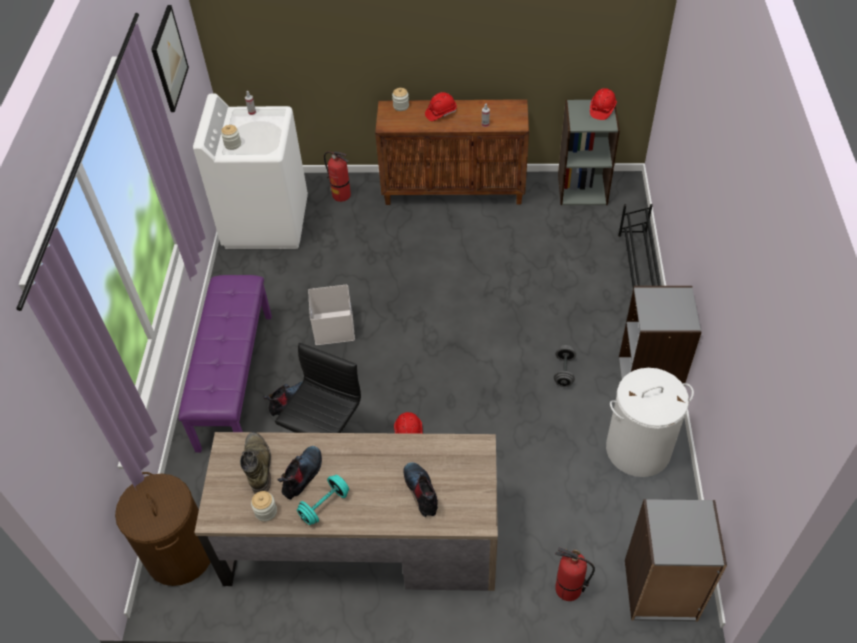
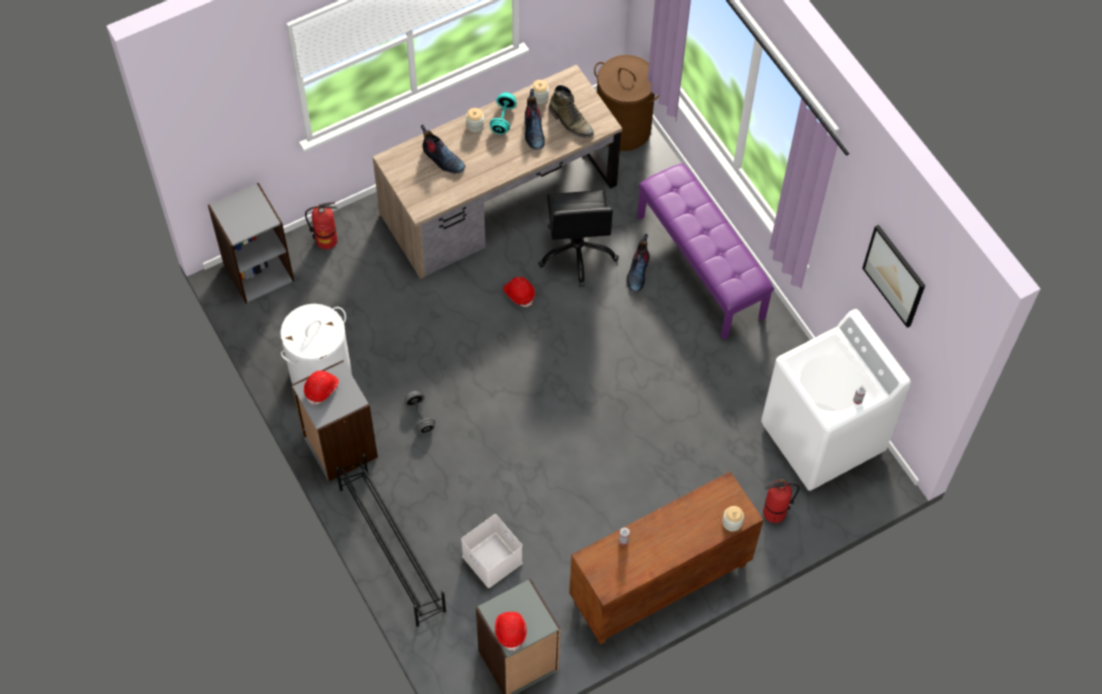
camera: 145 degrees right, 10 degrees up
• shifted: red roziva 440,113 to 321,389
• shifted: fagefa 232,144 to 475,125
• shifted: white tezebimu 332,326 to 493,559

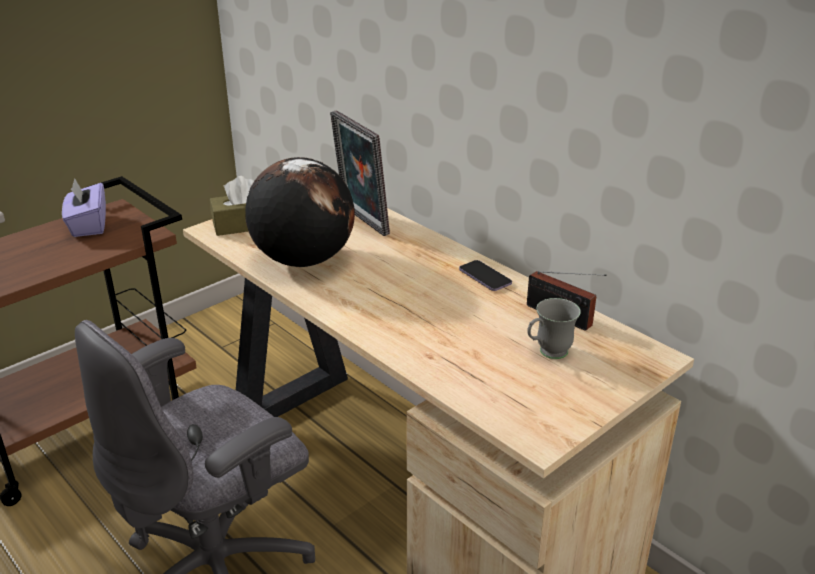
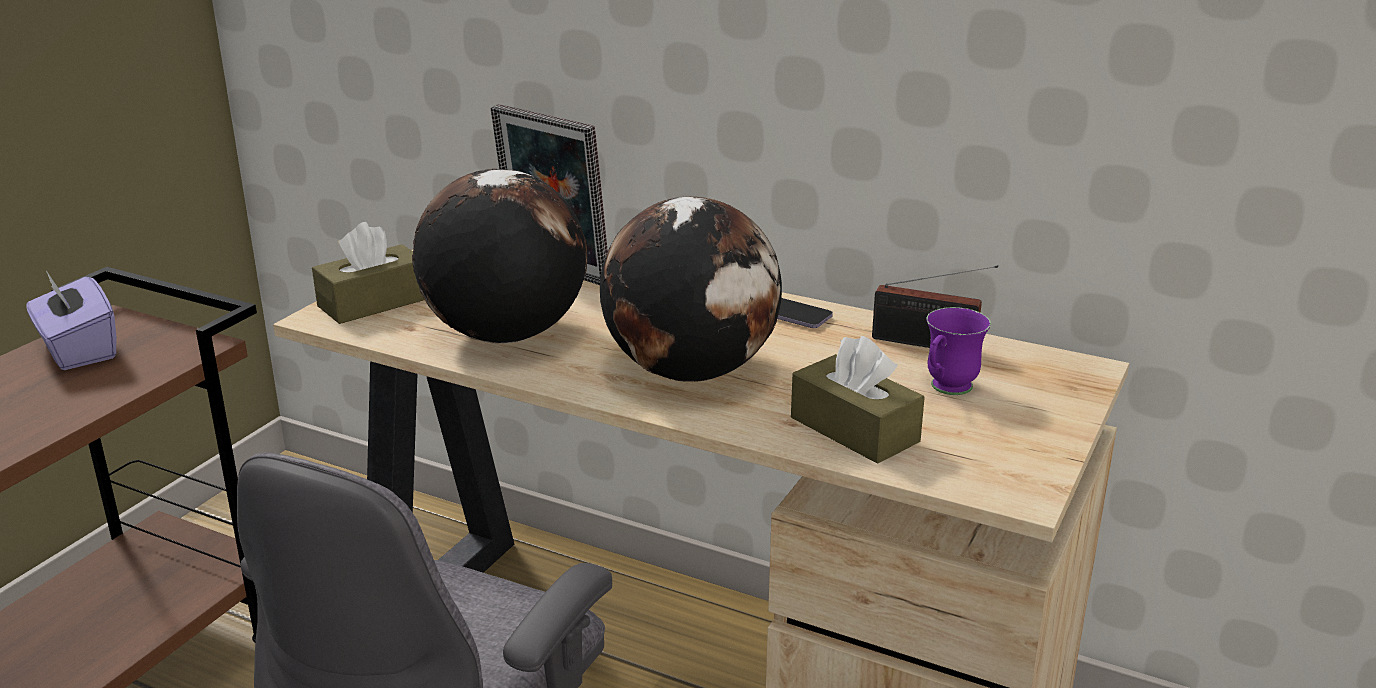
camera: 20 degrees left, 5 degrees down
• repainted: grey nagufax 547,354 to purple nagufax 946,390
• new: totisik 691,371
• new: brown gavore 854,430

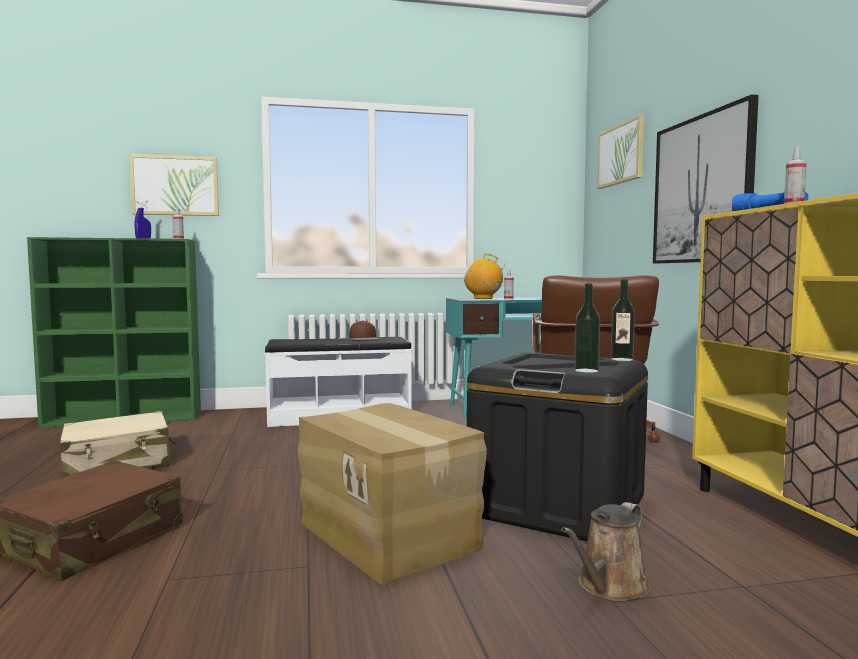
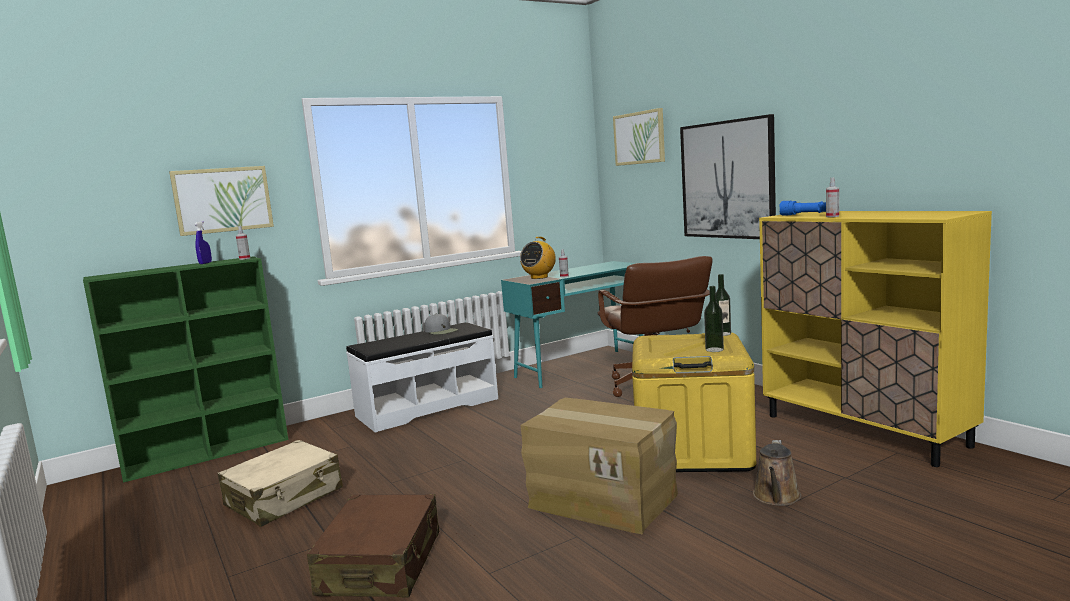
camera: 20 degrees left, 5 degrees up
• rotated: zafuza 483,298 = 539,277 60 degrees counterclockwise
• repainted: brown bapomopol 364,339 to grey bapomopol 441,331
• repainted: black tezebimu 557,505 to yellow tezebimu 692,450

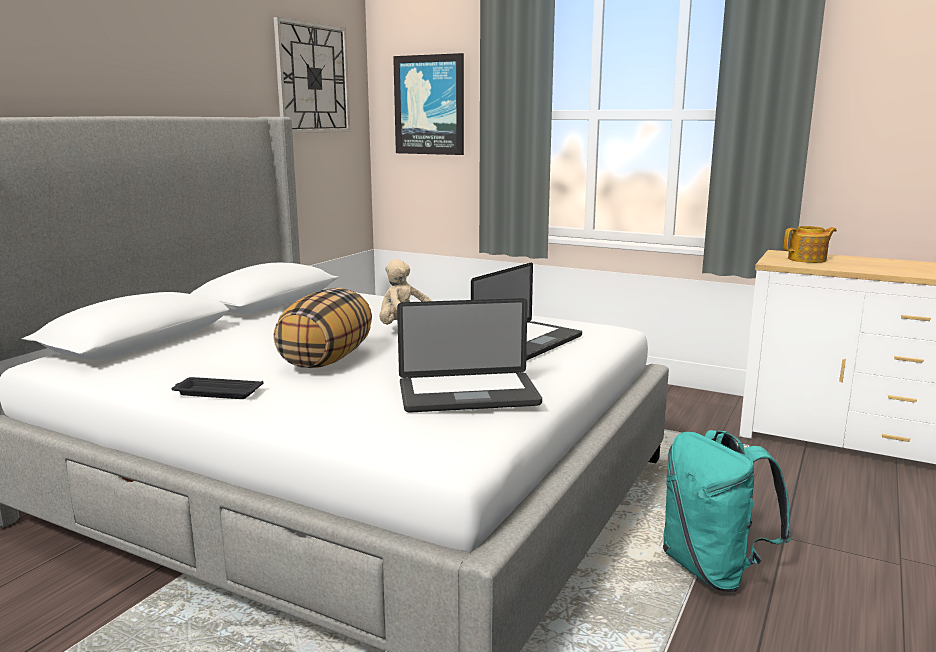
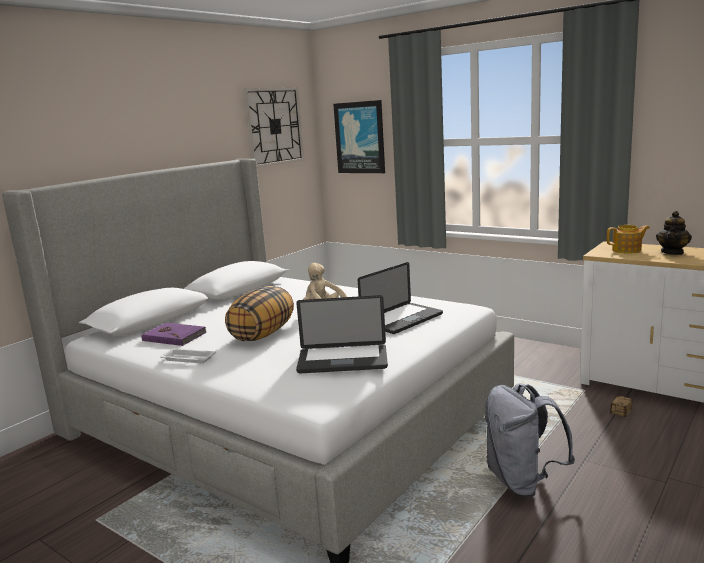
camera: 10 degrees right, 0 degrees up
• repainted: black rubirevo 216,393 to white rubirevo 187,359
• repainted: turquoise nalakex 713,570 to grey nalakex 522,482
• new: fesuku 672,252
• new: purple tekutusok 174,336
• new: tezebimu 616,417

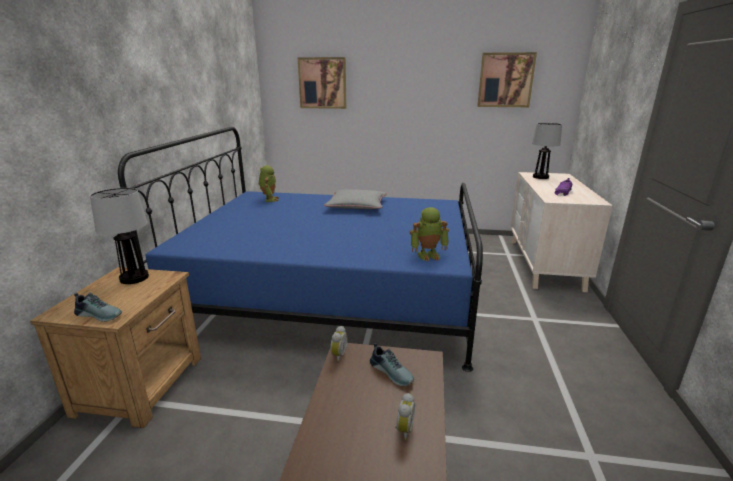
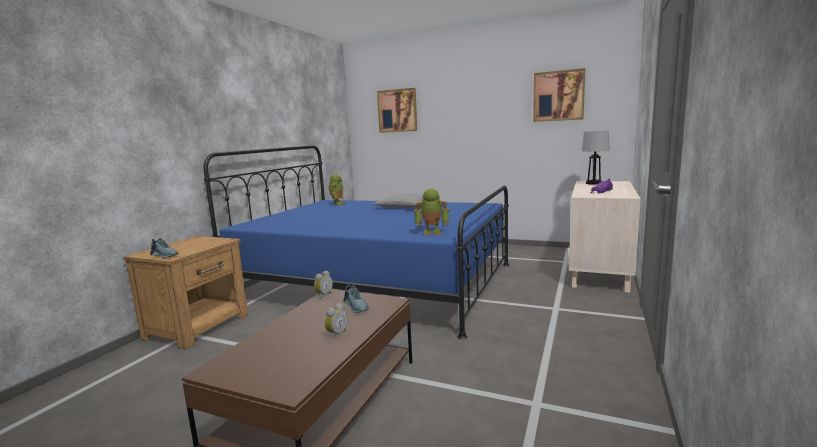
camera: 15 degrees right, 10 degrees down
• gone: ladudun 135,278

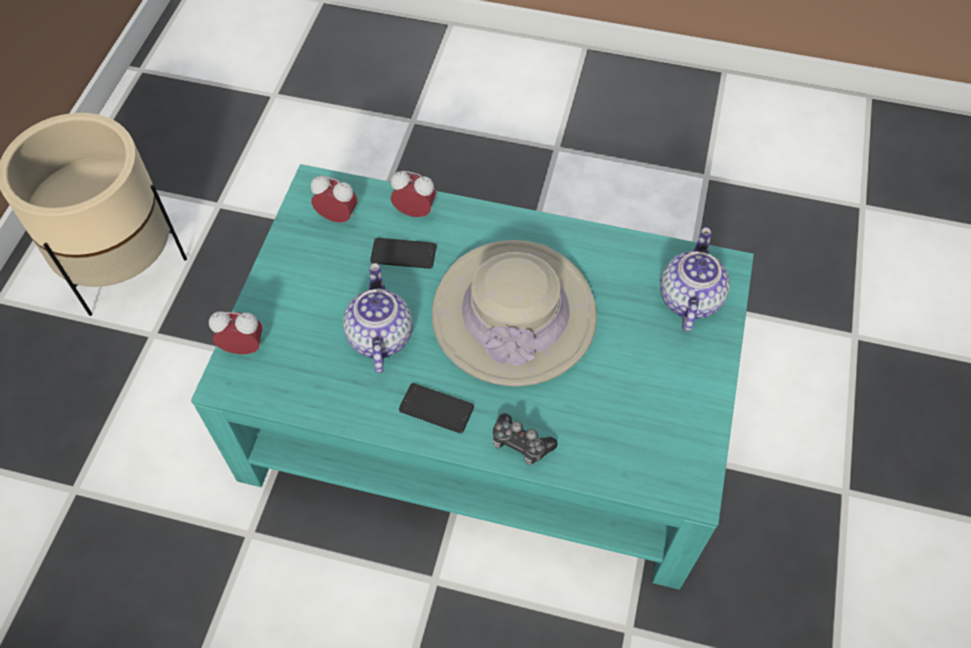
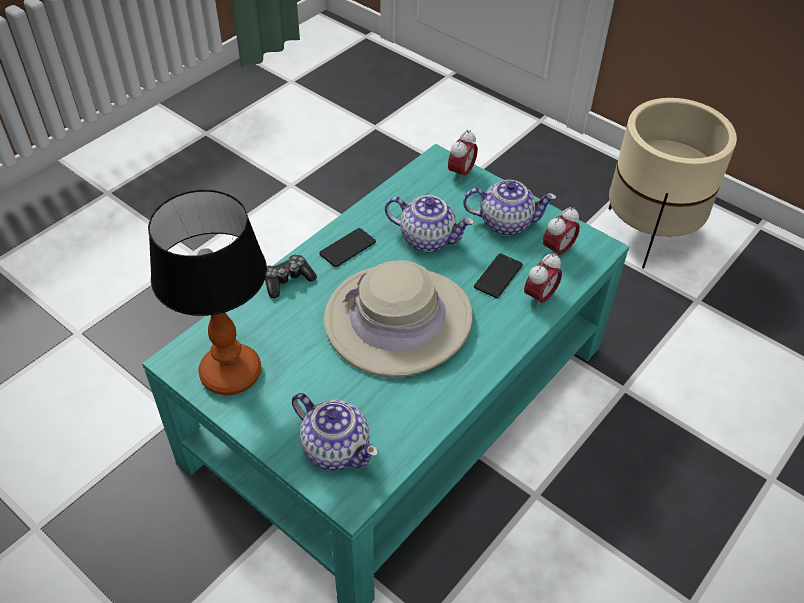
camera: 115 degrees right, 10 degrees down
• new: fesuku 505,222
• new: ladudun 232,374

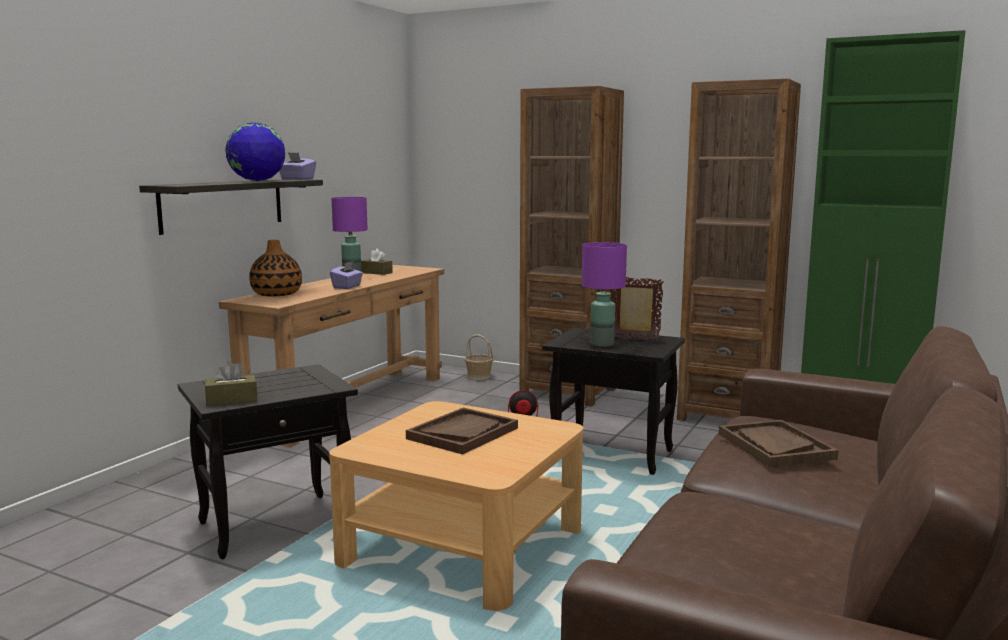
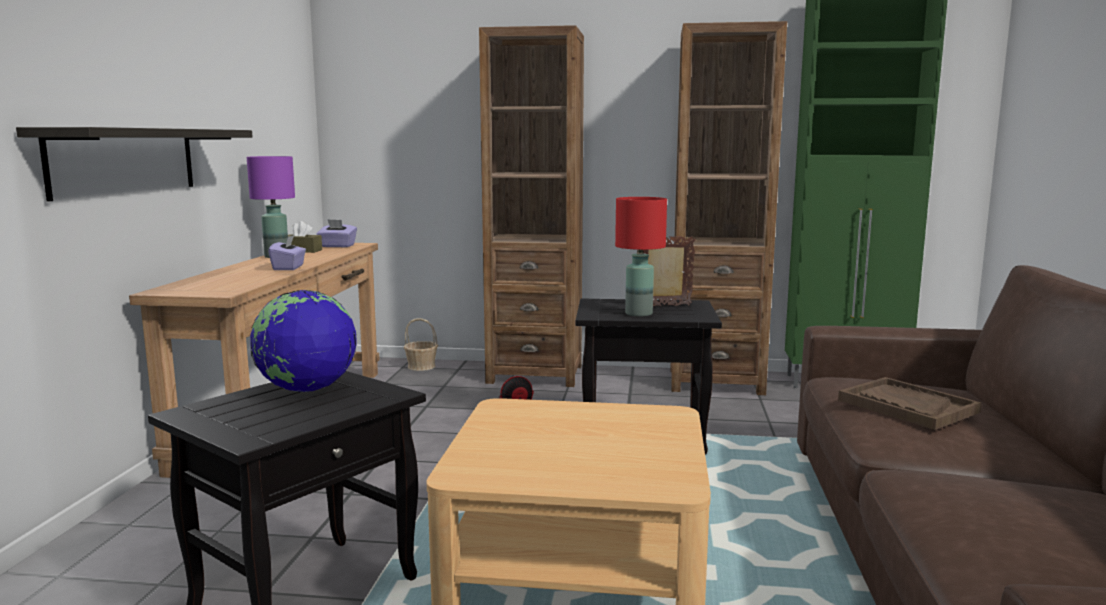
camera: 20 degrees left, 0 degrees up
• shifted: totisik 257,181 to 307,389
• shifted: purple gavore 297,179 to 337,246
• gone: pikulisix 276,294
• repainted: purple ladudun 602,344 to red ladudun 639,313
• gone: brown gavore 231,400
• gone: brown rubirevo 462,433

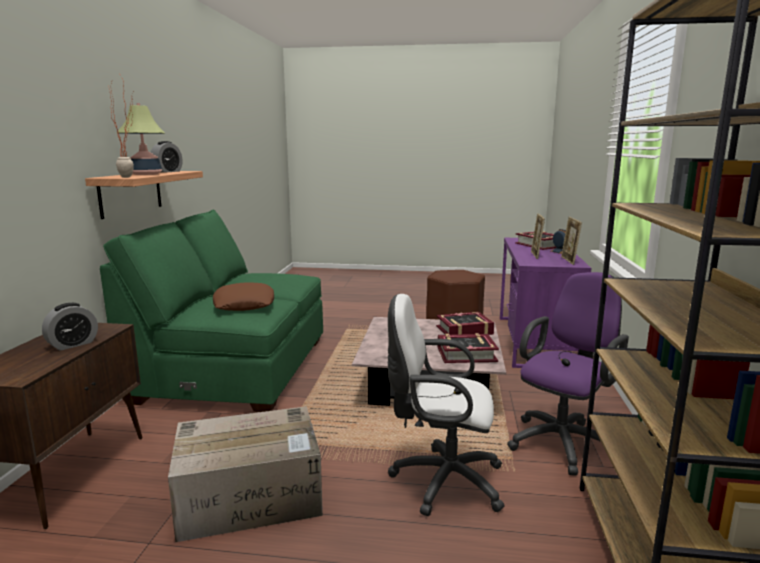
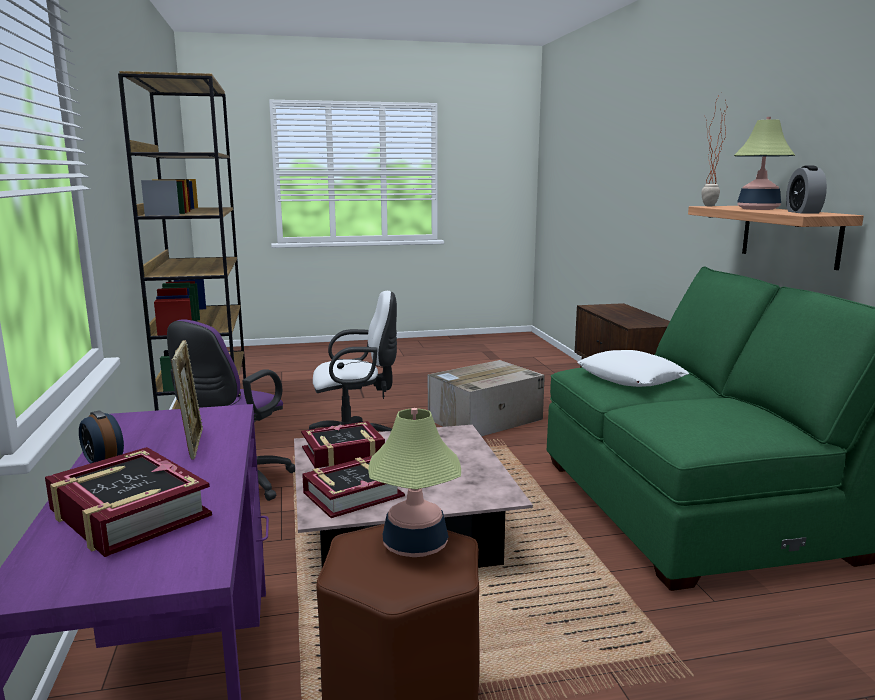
camera: 160 degrees right, 0 degrees up
• gone: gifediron 569,261
• repainted: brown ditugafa 244,304 to white ditugafa 630,378
• gone: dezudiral 73,344
• new: ladudun 415,545

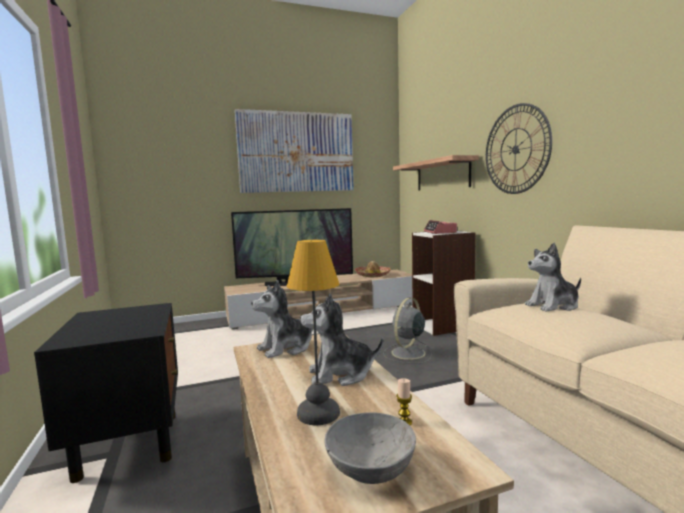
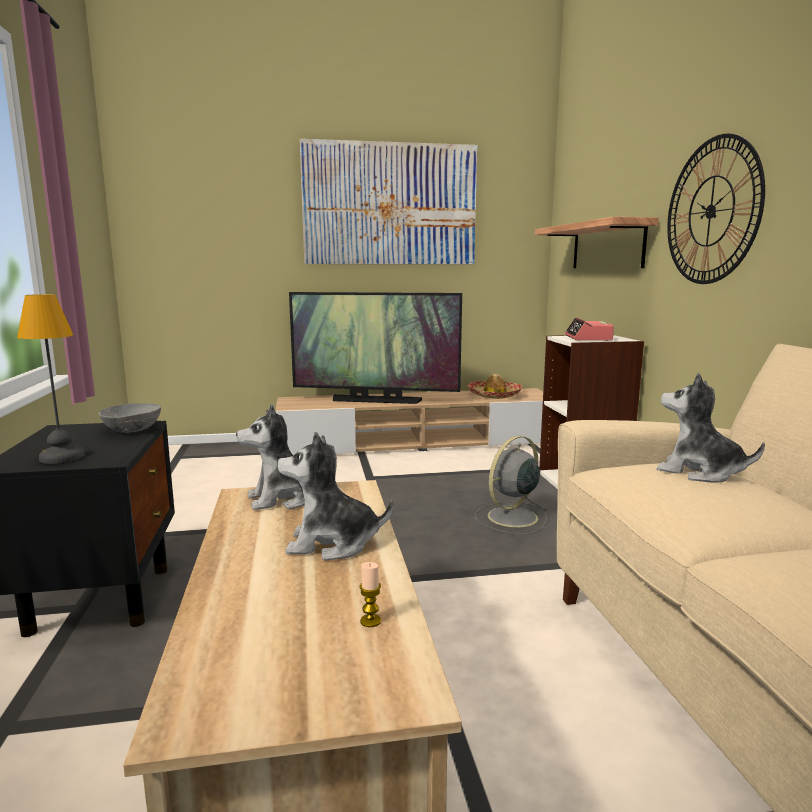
camera: 10 degrees right, 5 degrees up
• shifted: ladudun 318,414 to 61,457
• rotated: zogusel 553,306 = 699,472 45 degrees clockwise
• shifted: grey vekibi 371,466 to 133,429

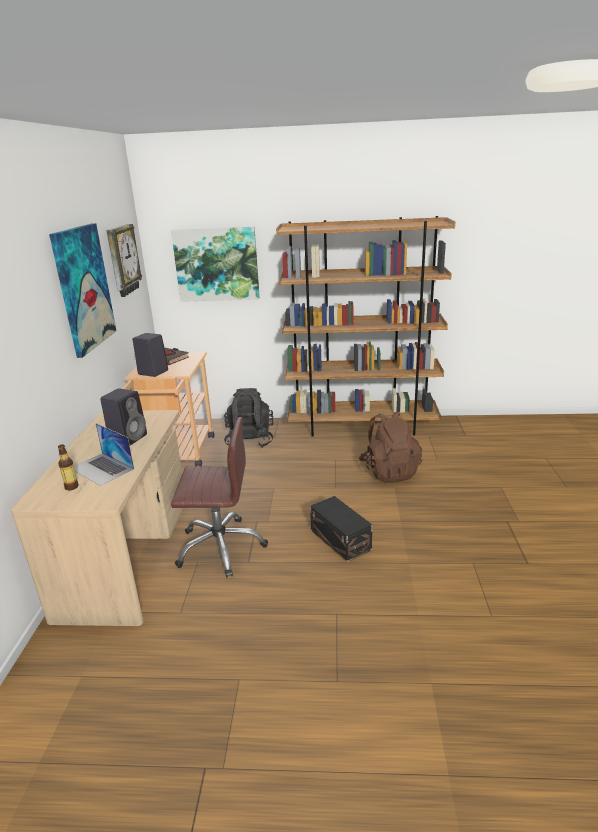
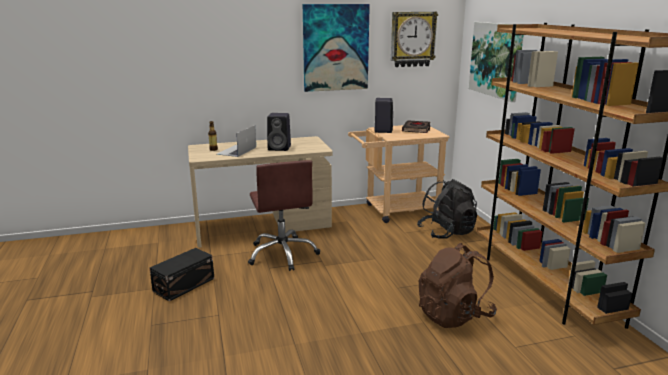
camera: 70 degrees right, 5 degrees down
• shifted: black tezebimu 340,539 to 185,285

